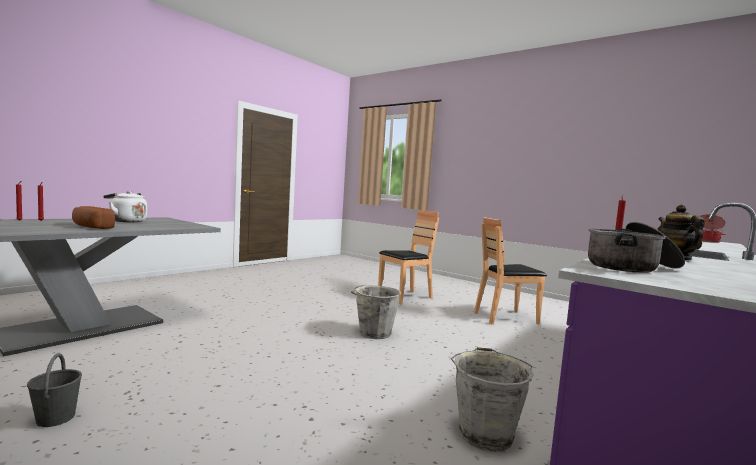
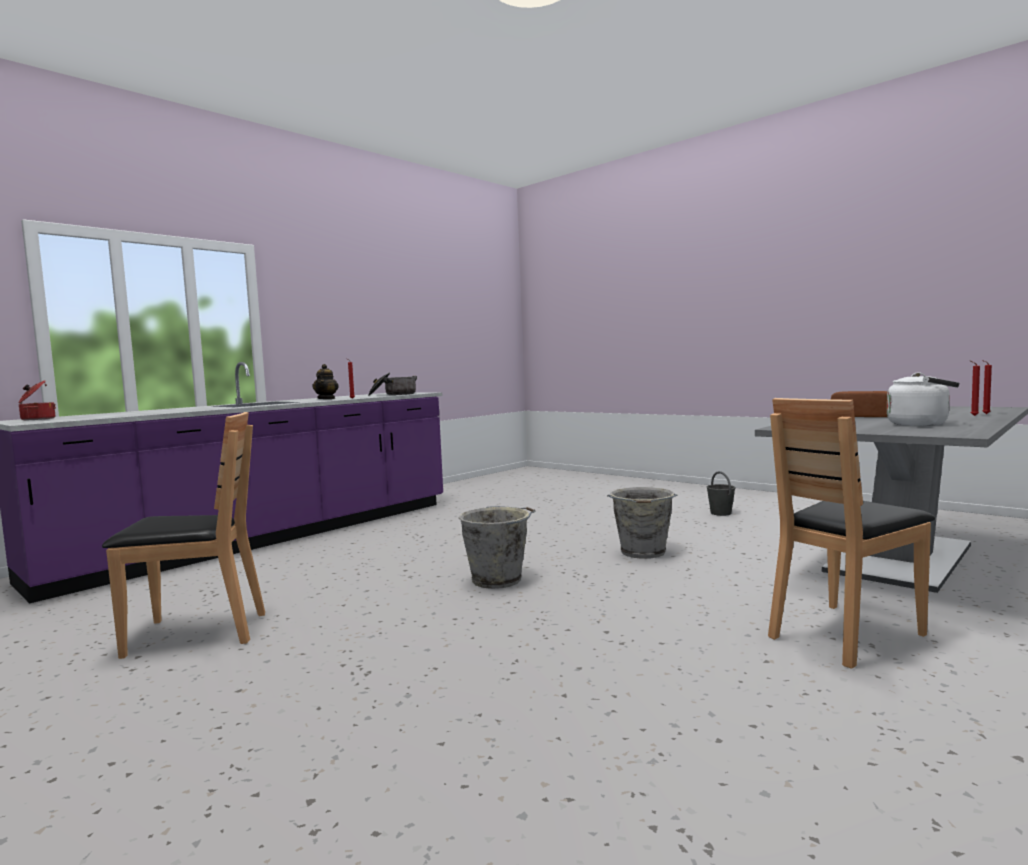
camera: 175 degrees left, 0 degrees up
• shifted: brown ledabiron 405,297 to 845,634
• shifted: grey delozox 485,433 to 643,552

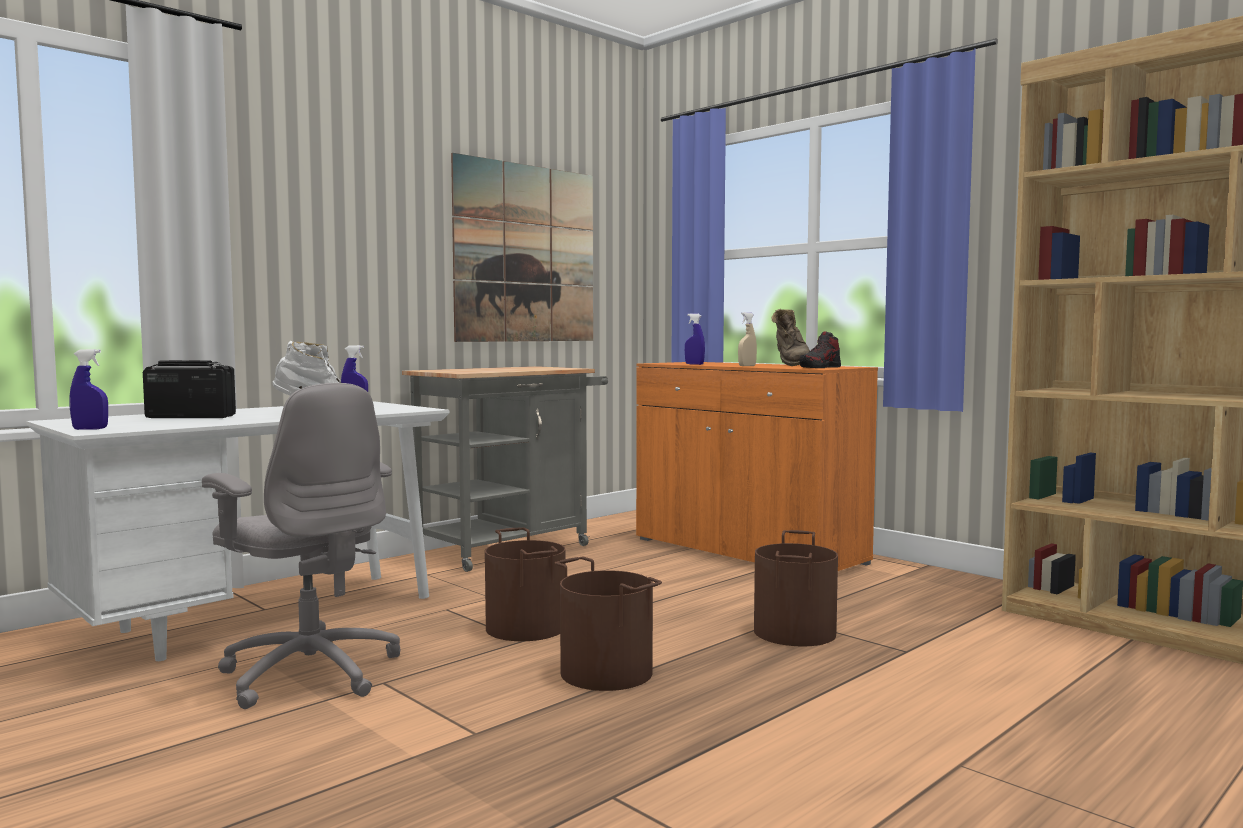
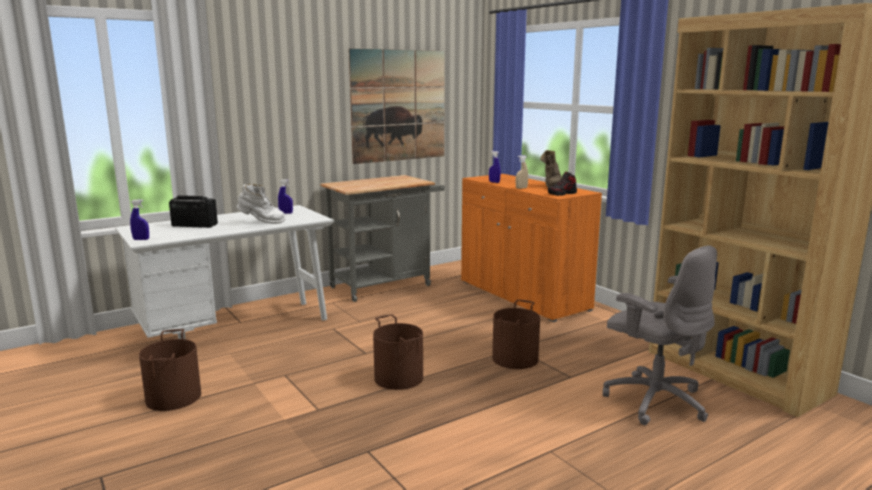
camera: 10 degrees right, 10 degrees up
• shifted: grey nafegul 310,673 to 654,400
• shifted: brown delozox 527,627 to 174,397

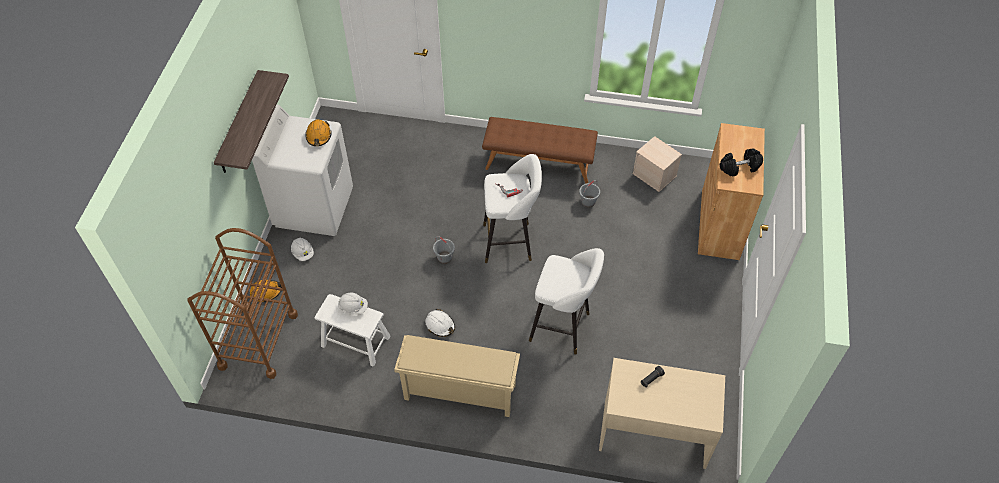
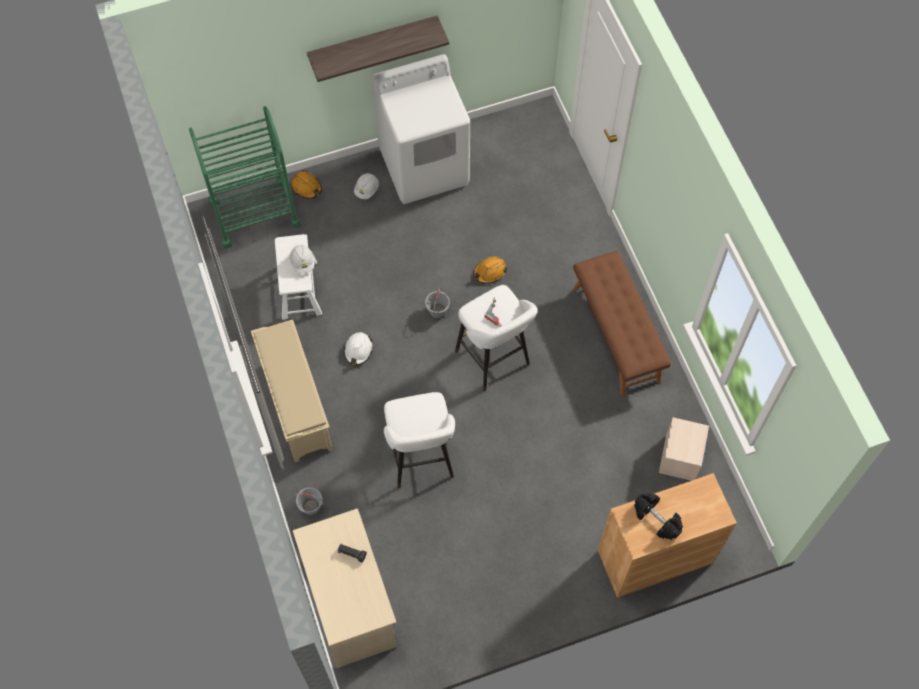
camera: 60 degrees right, 10 degrees up
• shifted: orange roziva 318,136 to 489,272
• shifted: grey delozox 588,202 to 311,507
• repainted: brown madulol 258,340 to green madulol 254,213

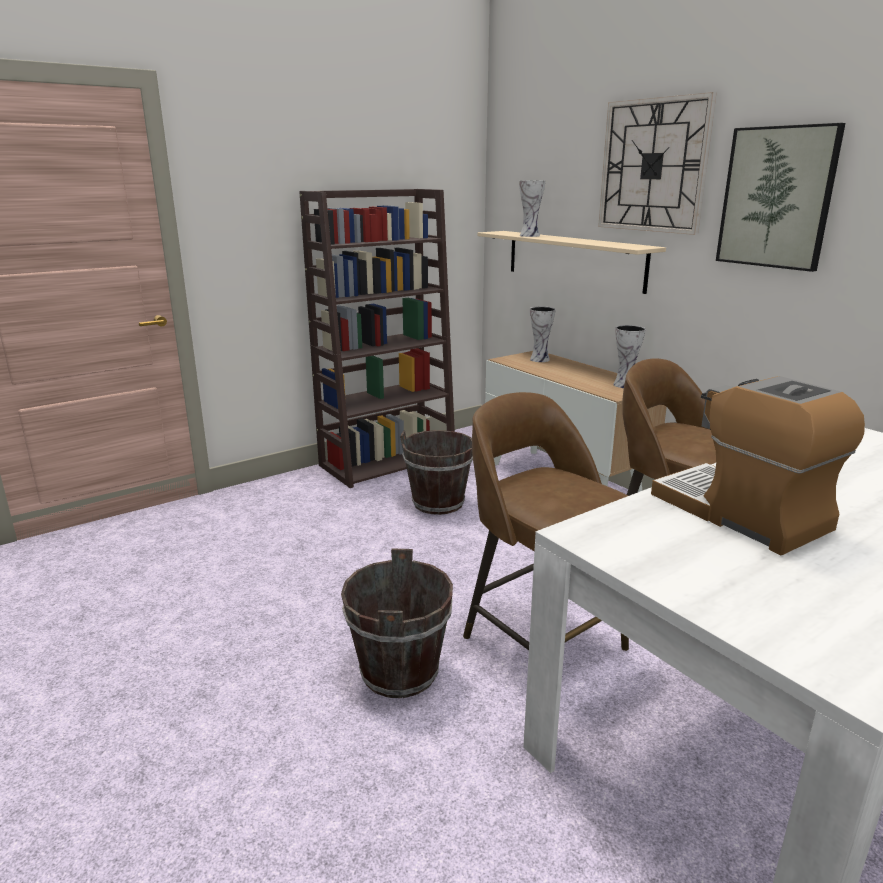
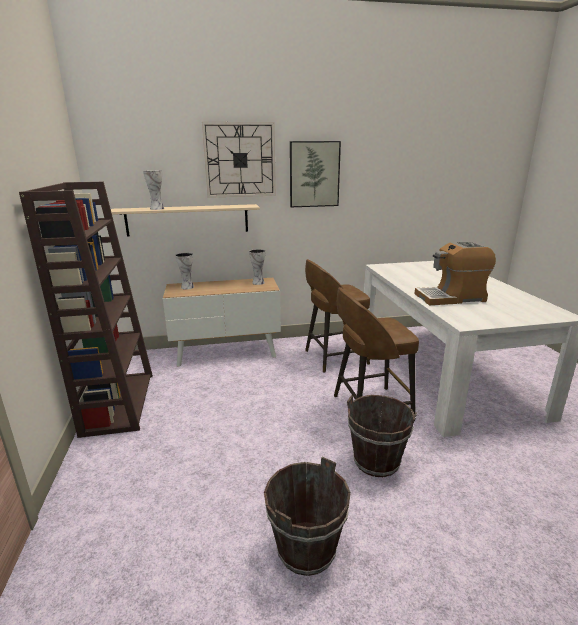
camera: 65 degrees left, 0 degrees up
• shifted: brown delozox 438,503 to 306,548

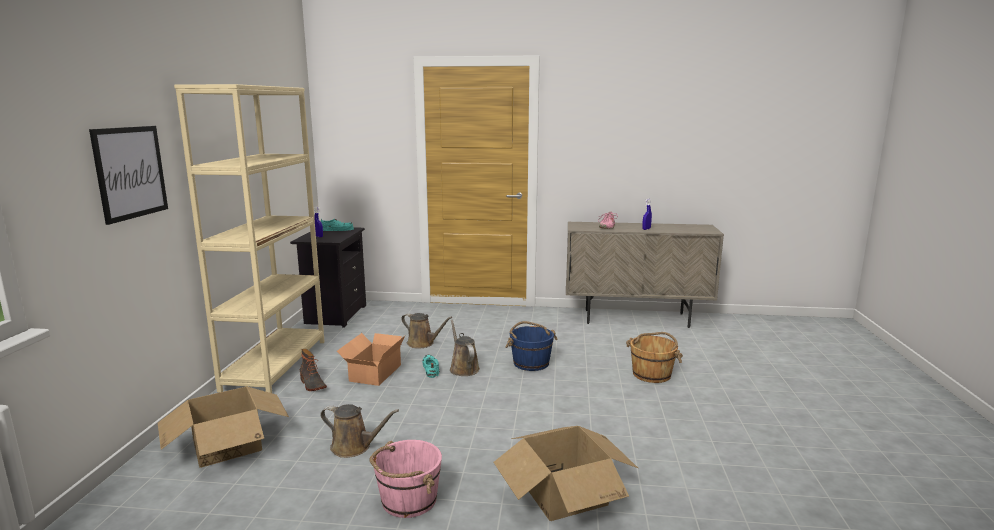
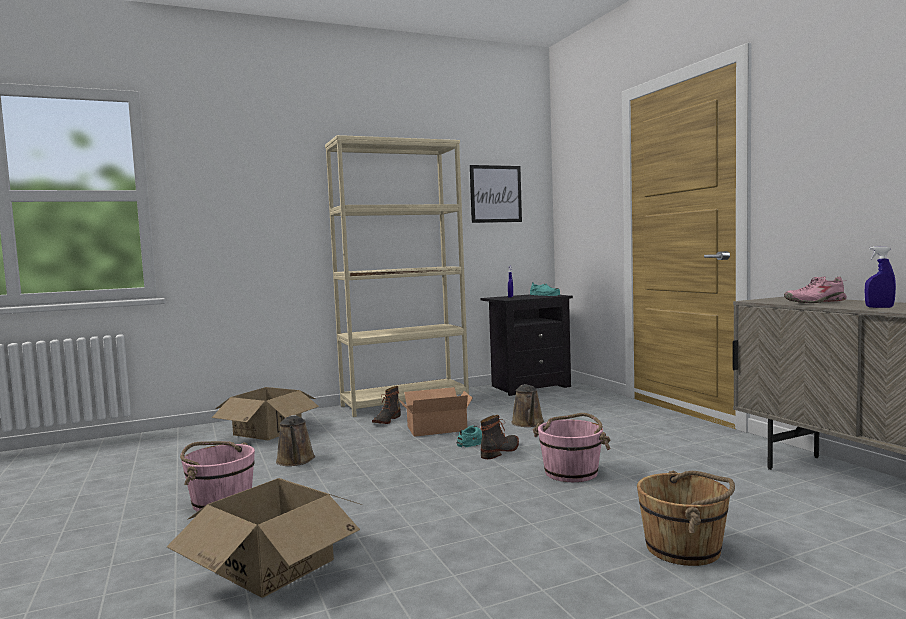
camera: 60 degrees right, 10 degrees down
• shifted: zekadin 130,172 to 495,194
• swapped: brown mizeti 463,368 to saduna 501,451
• repainted: blue delozox 530,363 to pink delozox 571,472

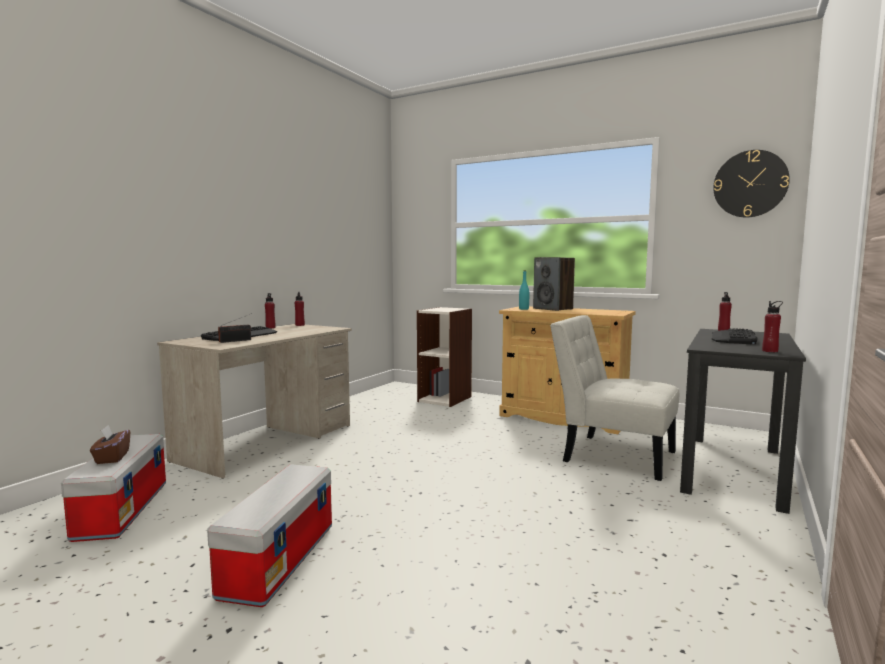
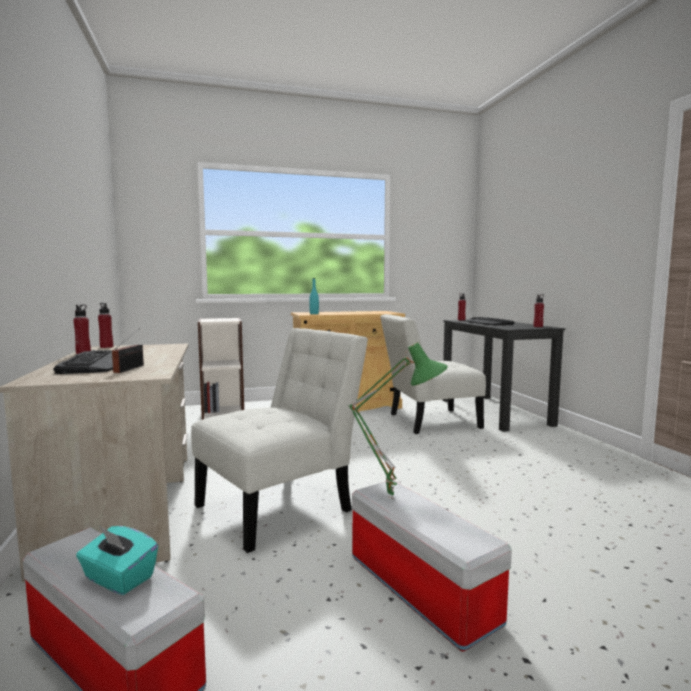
camera: 45 degrees left, 0 degrees up
• gone: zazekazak 750,184
• gone: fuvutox 553,309
• repainted: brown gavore 112,457 to turquoise gavore 118,578
• new: white ledabiron 281,506
• new: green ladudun 393,497

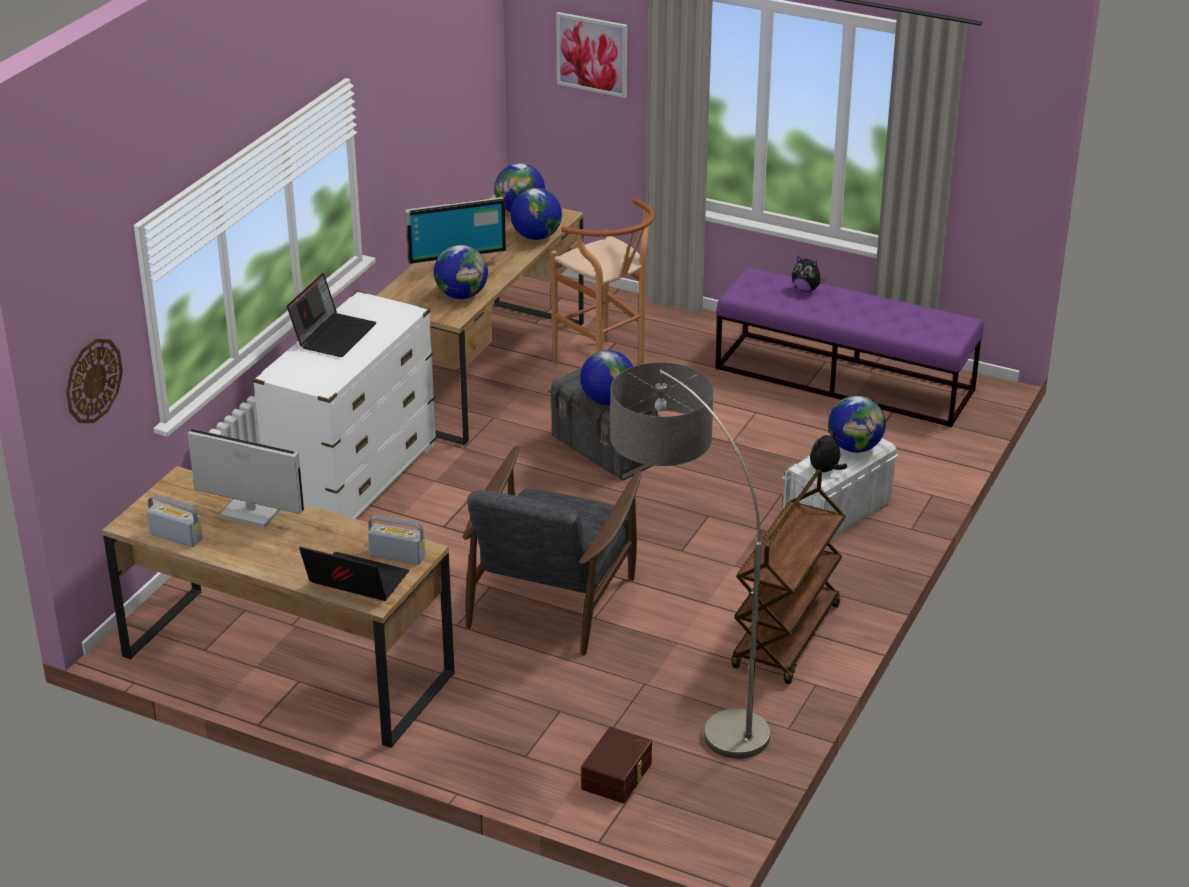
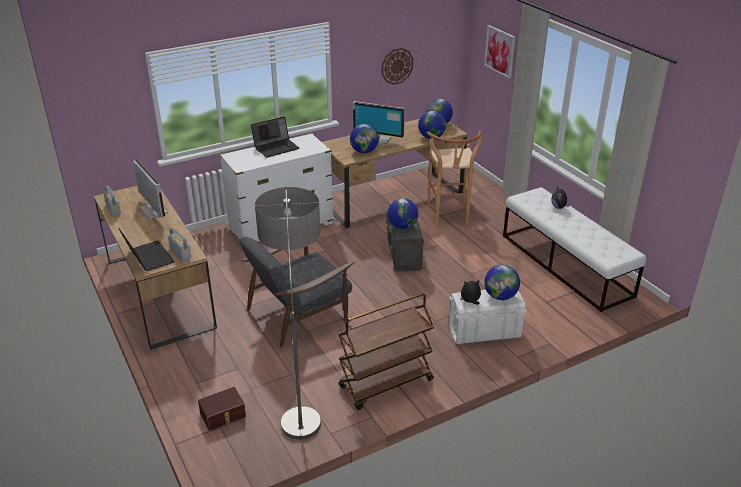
camera: 35 degrees right, 0 degrees up
• repainted: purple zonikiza 845,379 to white zonikiza 566,265
• shifted: zazekazak 93,380 to 397,66

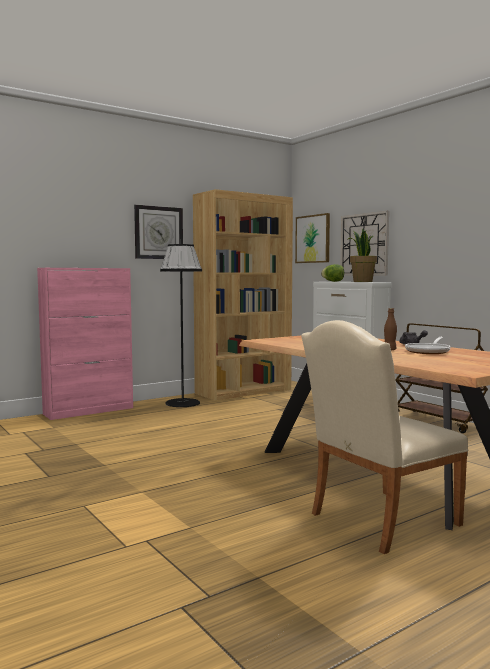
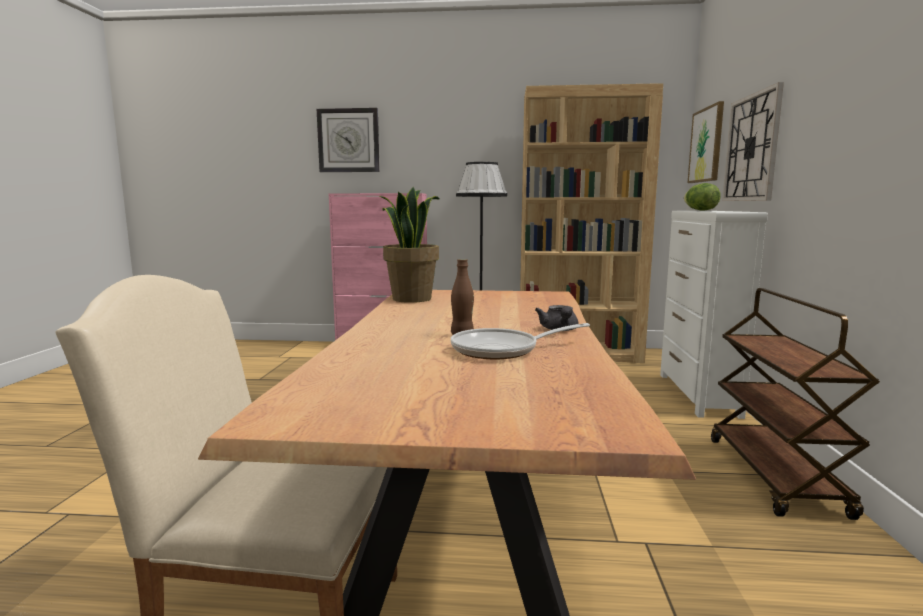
camera: 40 degrees right, 5 degrees up
• shifted: zazekazak 158,233 to 348,140
• shifted: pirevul 362,281 to 411,299

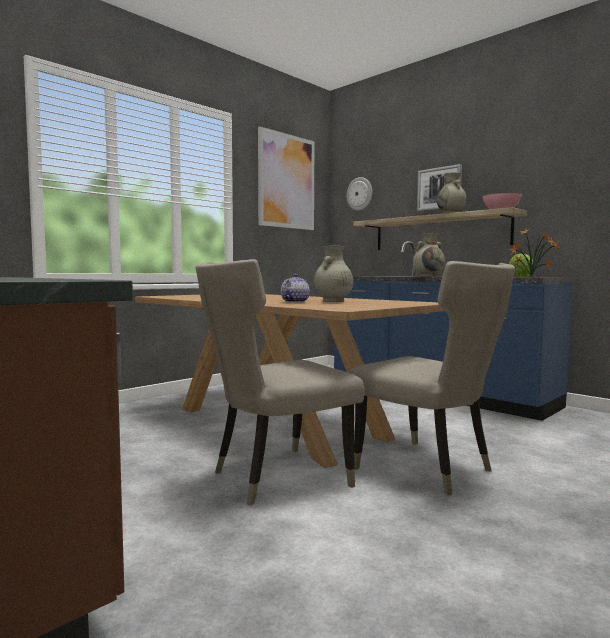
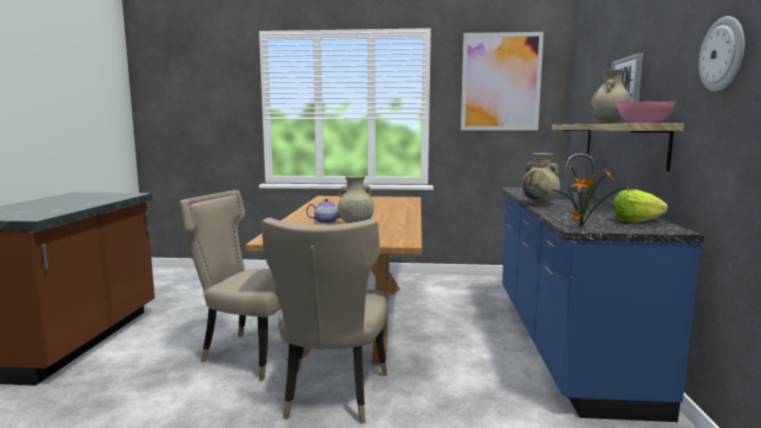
camera: 50 degrees right, 5 degrees up
• shifted: zazekazak 359,194 to 723,54

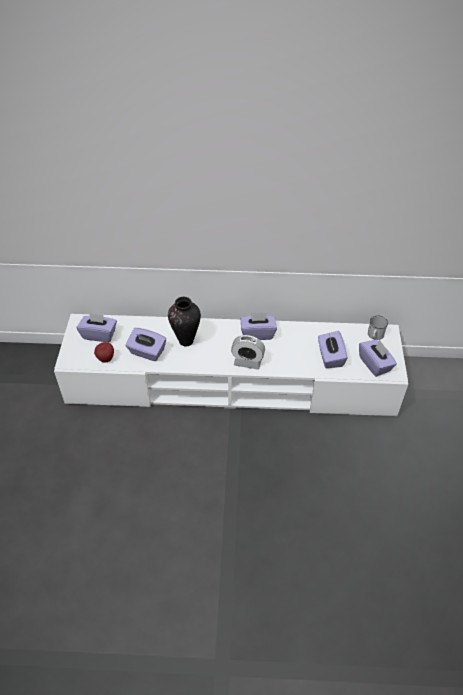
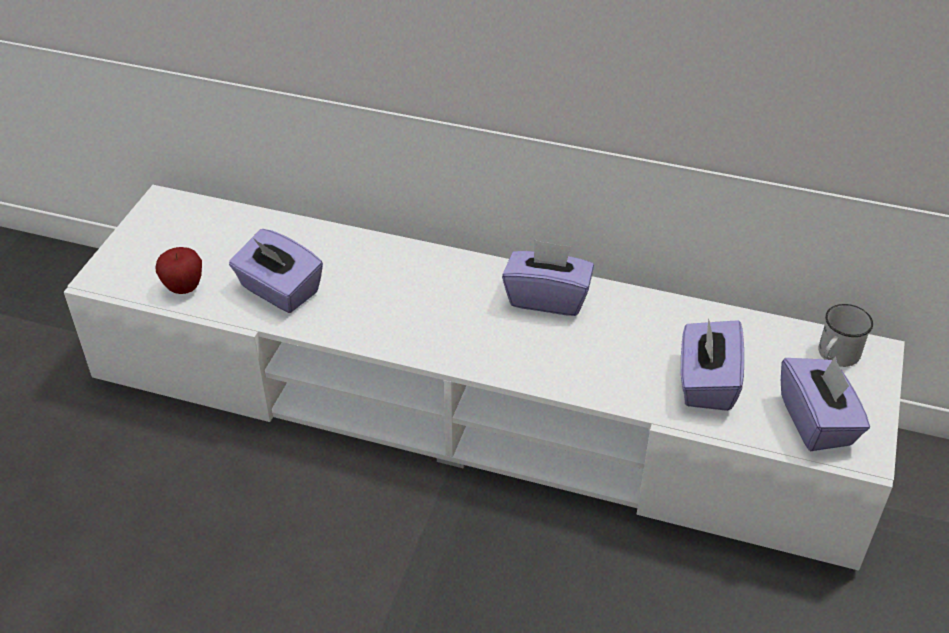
camera: 15 degrees right, 5 degrees down
• gone: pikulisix 186,341
• gone: purple gavore 99,334
• gone: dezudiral 247,362

